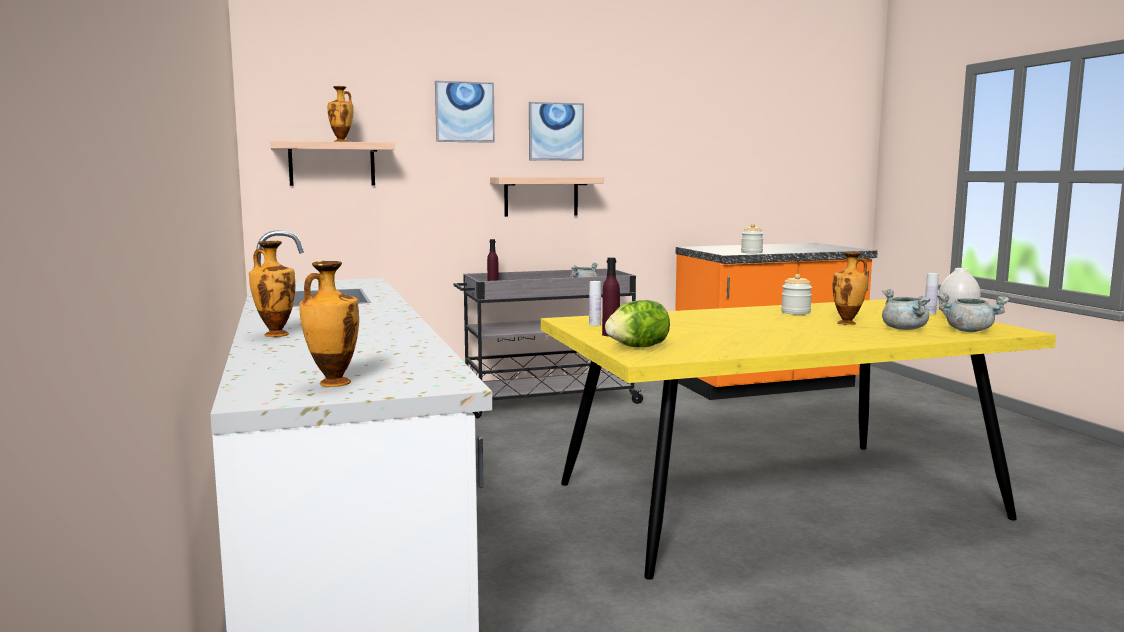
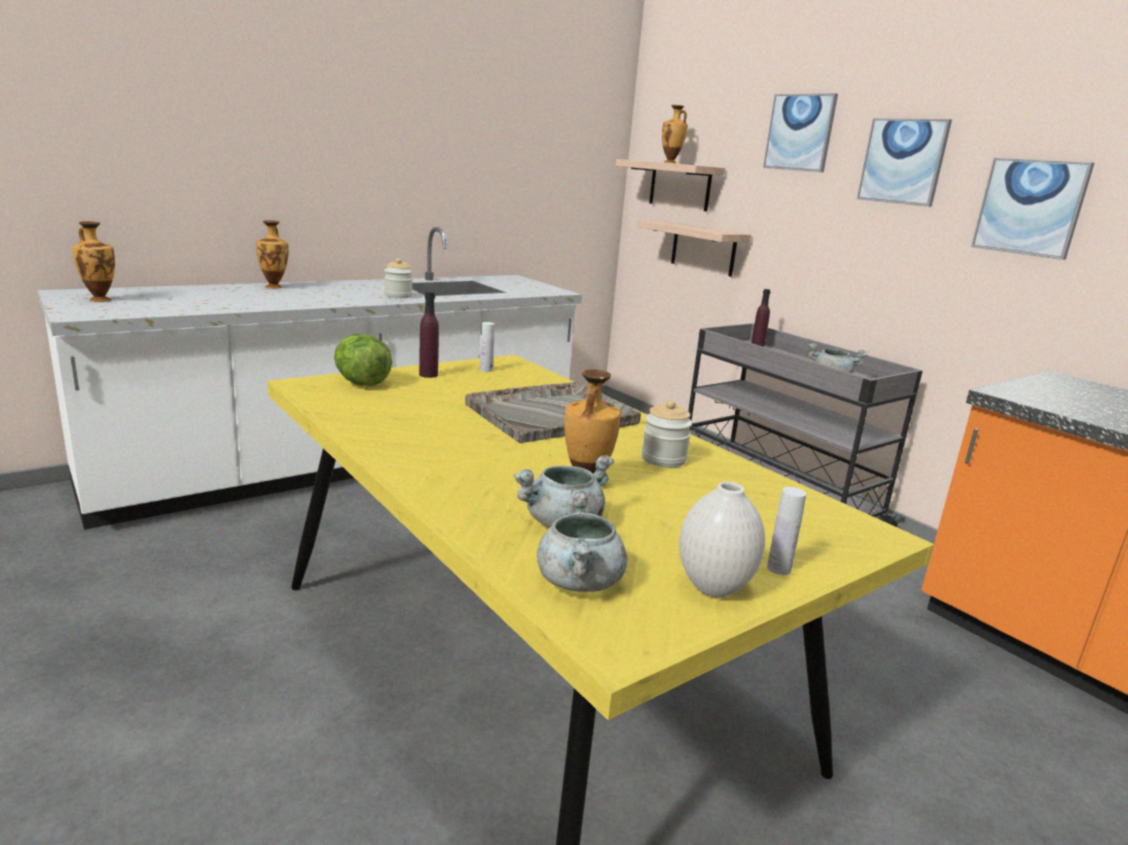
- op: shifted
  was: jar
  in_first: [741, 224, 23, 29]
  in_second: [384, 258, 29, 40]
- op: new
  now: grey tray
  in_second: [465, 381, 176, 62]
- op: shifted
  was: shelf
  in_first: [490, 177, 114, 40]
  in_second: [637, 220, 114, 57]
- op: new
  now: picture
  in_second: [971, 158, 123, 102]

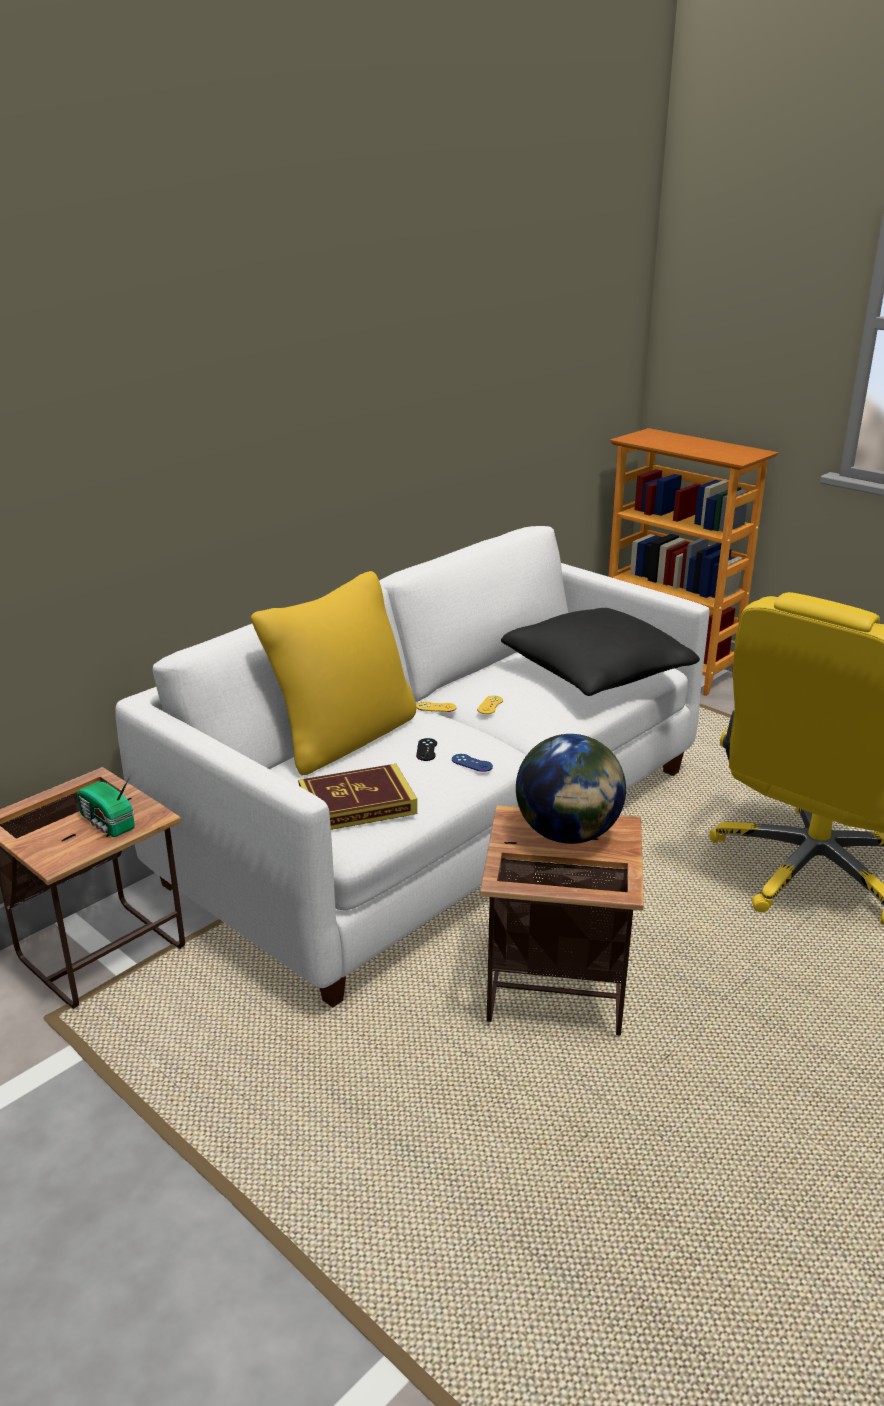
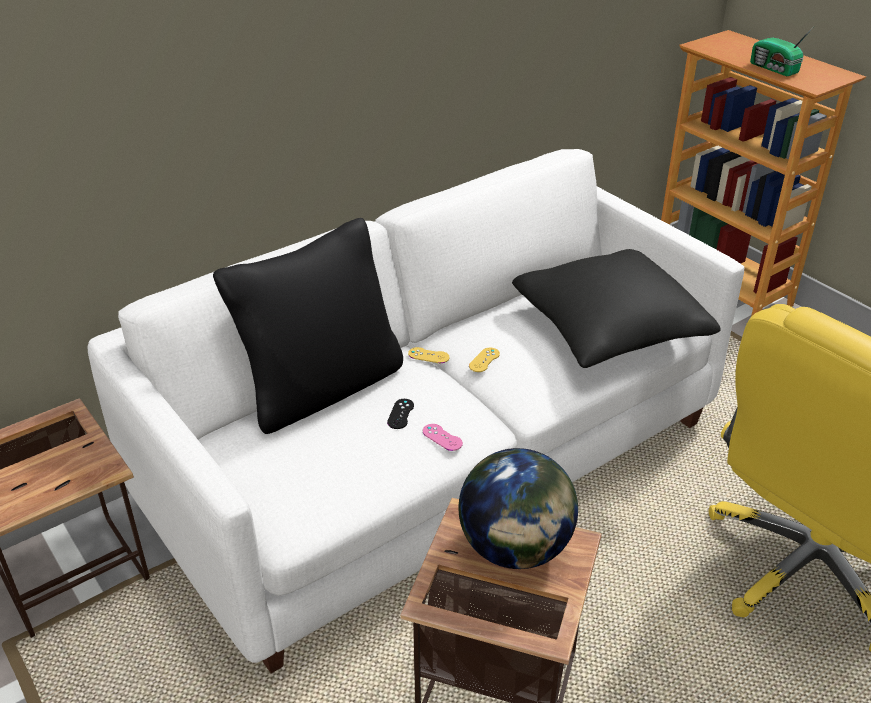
- op: repainted
  was: yellow pillow
  now: black pillow
  in_first: [251, 571, 165, 204]
  in_second: [213, 218, 190, 216]
- op: repainted
  was: blue game controller
  now: pink game controller
  in_first: [452, 754, 41, 18]
  in_second: [423, 424, 40, 27]
- op: shifted
  was: radio
  in_first: [77, 774, 58, 63]
  in_second: [750, 29, 62, 47]
- op: gone
  was: book
  in_first: [298, 764, 119, 66]

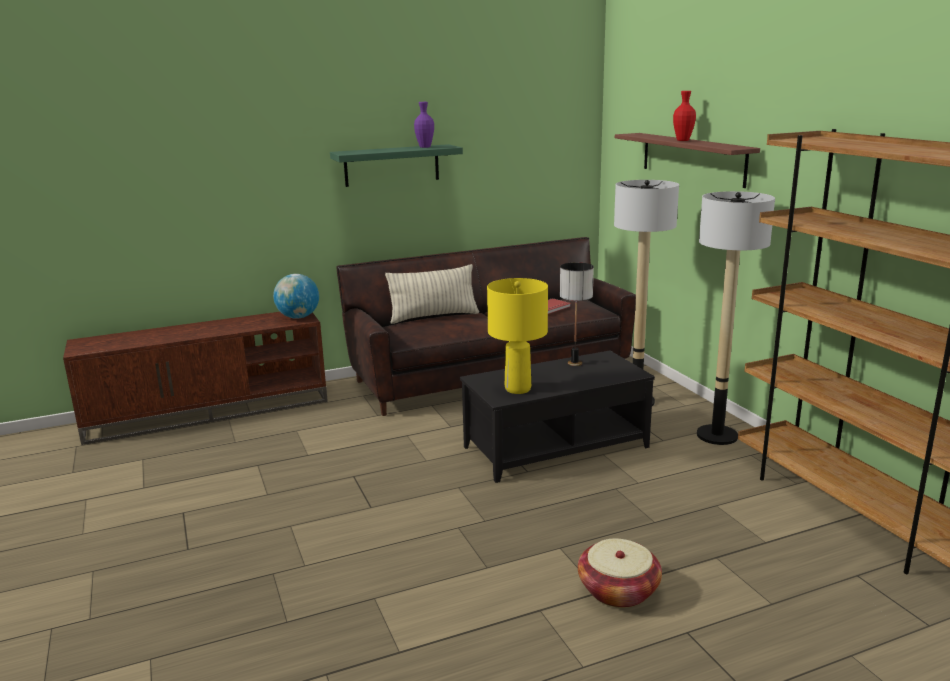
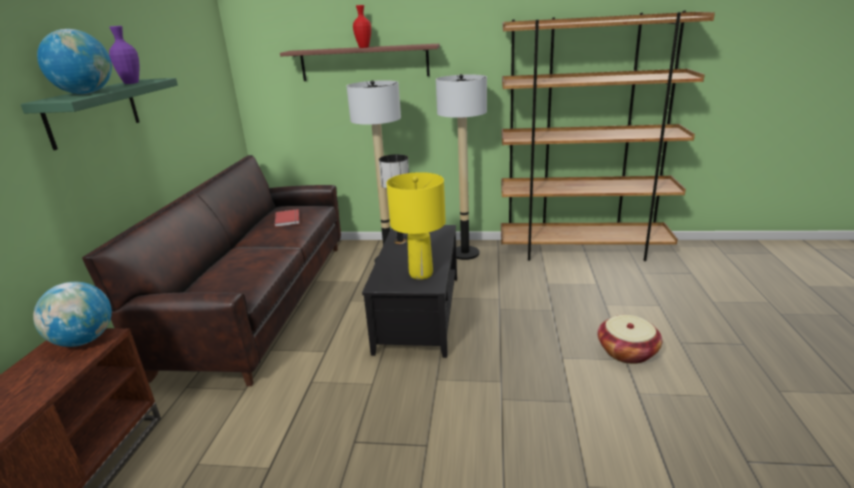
- op: new
  now: globe
  in_second: [37, 29, 75, 65]
- op: gone
  was: pillow
  in_first: [385, 264, 94, 60]

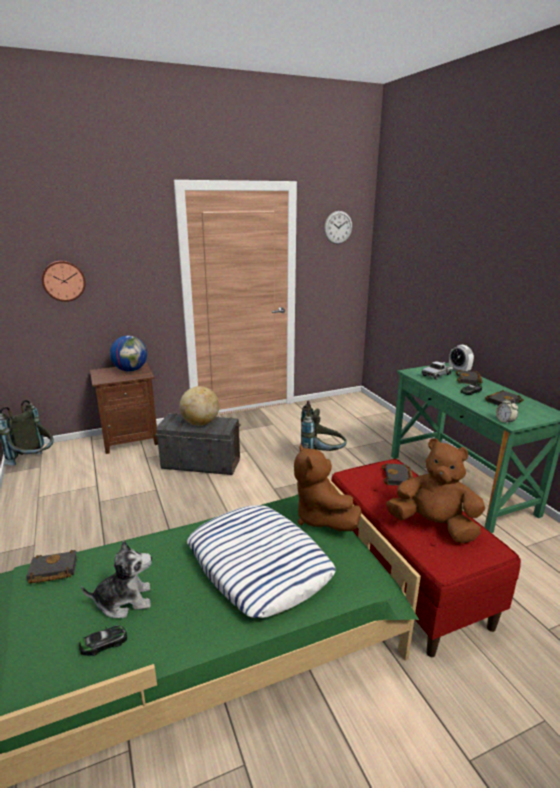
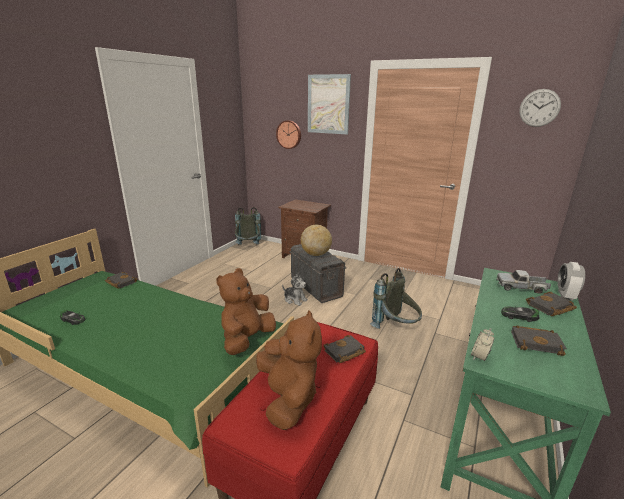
- op: shifted
  was: plush toy
  in_first: [81, 540, 71, 78]
  in_second: [282, 272, 26, 34]
- op: new
  now: picture
  in_second: [308, 74, 43, 60]
- op: gone
  was: globe
  in_first: [110, 336, 37, 36]
- op: gone
  was: pillow
  in_first: [187, 505, 149, 113]

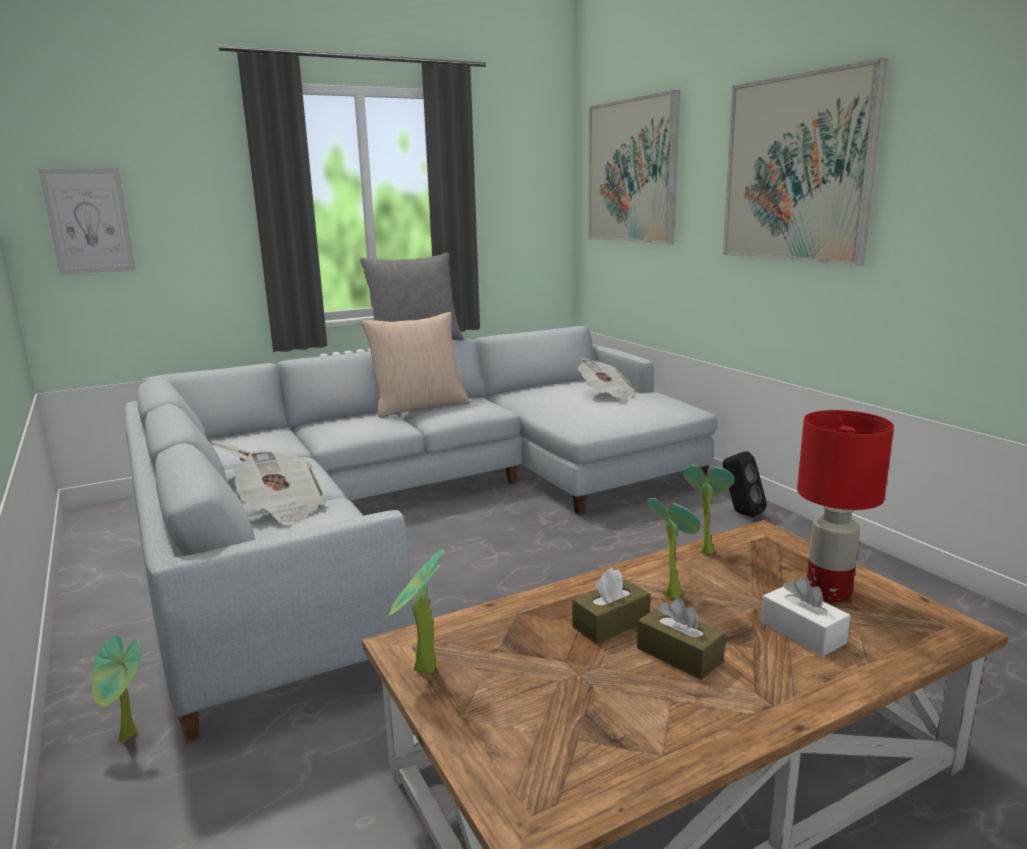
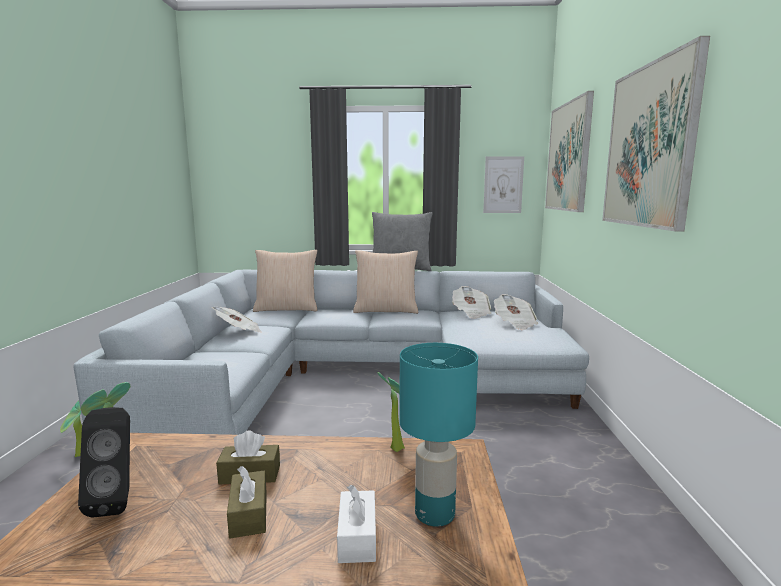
- op: shifted
  was: black speaker
  in_first: [723, 451, 44, 66]
  in_second: [78, 407, 52, 111]
- op: new
  now: beige pillow
  in_second: [253, 250, 64, 62]
- op: repainted
  was: red table lamp
  now: turquoise table lamp
  in_first: [797, 410, 97, 192]
  in_second: [399, 343, 79, 184]
- op: shifted
  was: newspaper
  in_first: [233, 450, 93, 75]
  in_second: [452, 286, 39, 33]
- op: shifted
  was: picture
  in_first: [39, 168, 97, 107]
  in_second: [483, 156, 41, 57]
- op: gone
  was: potted plant
  in_first: [647, 498, 54, 102]

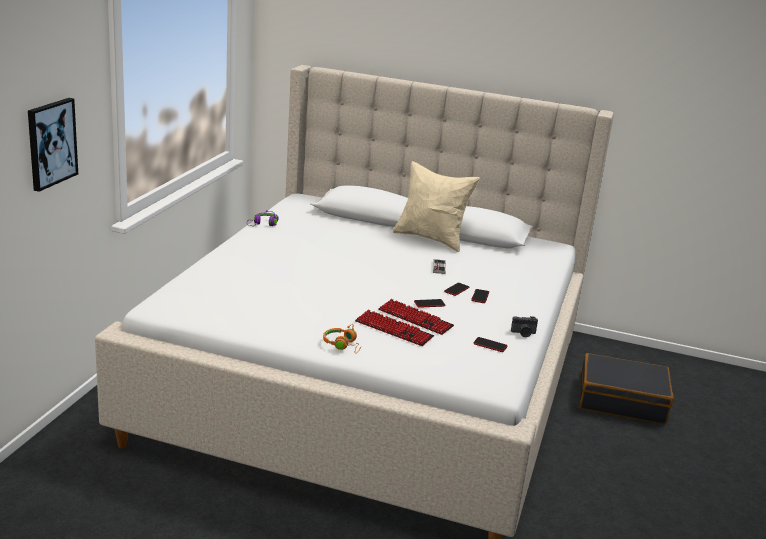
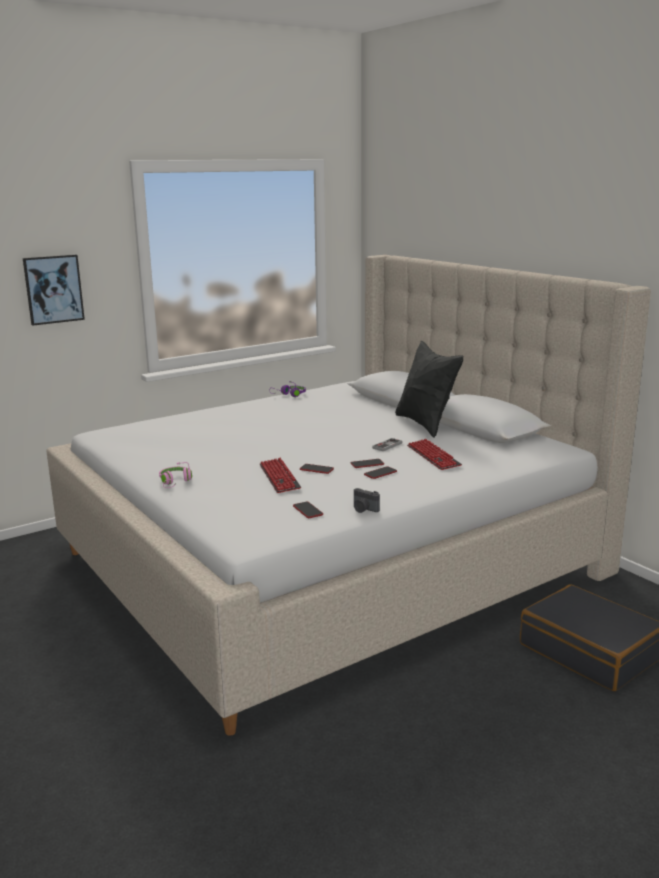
- op: repainted
  was: orange headphones
  now: pink headphones
  in_first: [323, 324, 38, 30]
  in_second: [159, 462, 33, 26]
- op: repainted
  was: beige pillow
  now: black pillow
  in_first: [393, 161, 87, 91]
  in_second: [395, 340, 68, 98]
- op: shifted
  was: keyboard
  in_first: [355, 310, 79, 36]
  in_second: [407, 439, 55, 31]

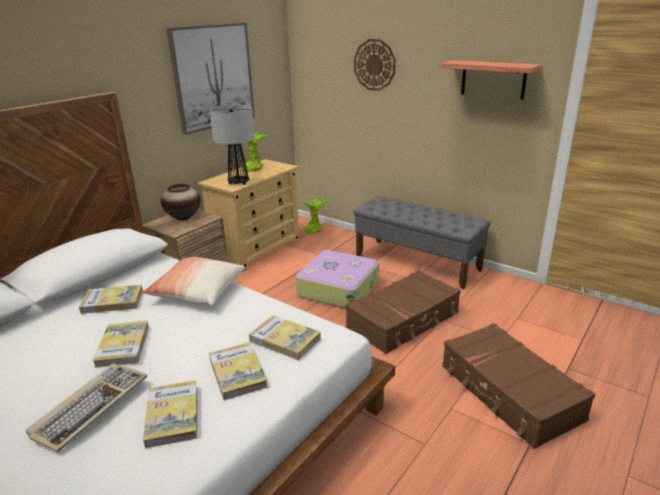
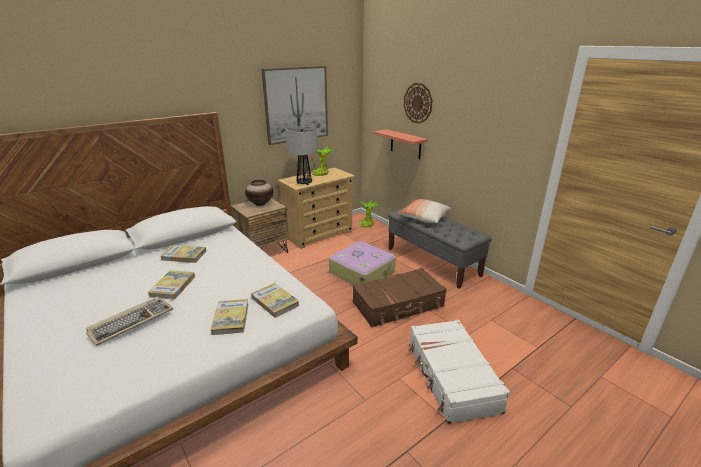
- op: shifted
  was: shelf
  in_first: [440, 60, 102, 40]
  in_second: [373, 129, 55, 30]
- op: shifted
  was: pillow
  in_first: [142, 257, 103, 48]
  in_second: [397, 199, 54, 24]
- op: repainted
  was: brown suitcase
  now: white suitcase
  in_first: [442, 323, 153, 126]
  in_second: [409, 320, 101, 104]
- op: gone
  was: book
  in_first: [143, 380, 54, 68]

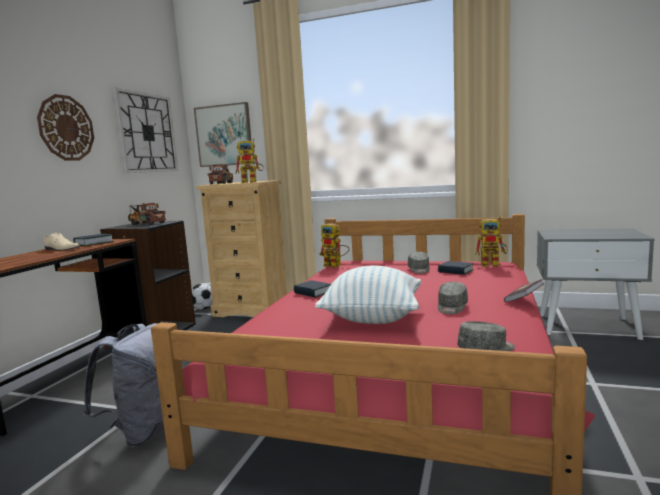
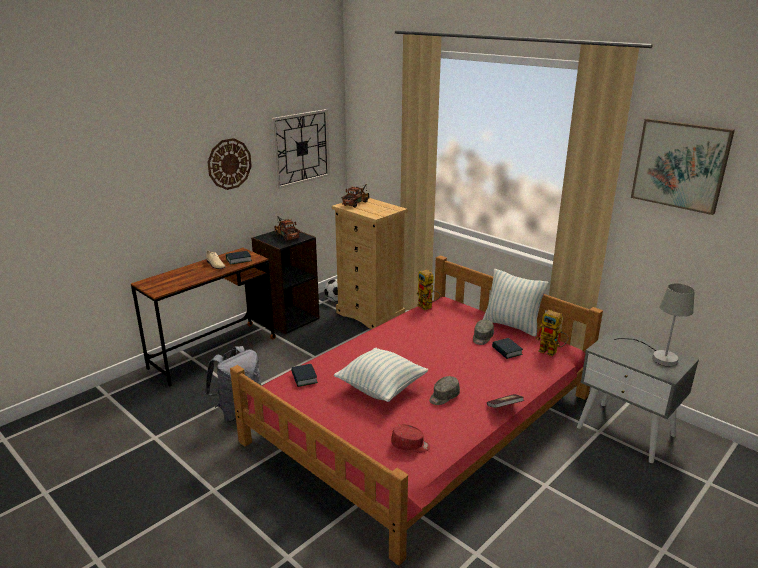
- op: shifted
  was: book
  in_first: [294, 280, 37, 18]
  in_second: [291, 364, 27, 23]
- op: repainted
  was: grey cap
  now: red cap
  in_first: [458, 321, 57, 30]
  in_second: [391, 424, 40, 29]
- op: new
  now: pillow
  in_second: [483, 269, 65, 68]
- op: new
  now: grey table lamp
  in_second: [614, 283, 81, 84]
- op: shifted
  was: picture
  in_first: [194, 102, 59, 65]
  in_second: [631, 118, 104, 97]
- op: gone
  was: toy robot
  in_first: [235, 139, 29, 44]

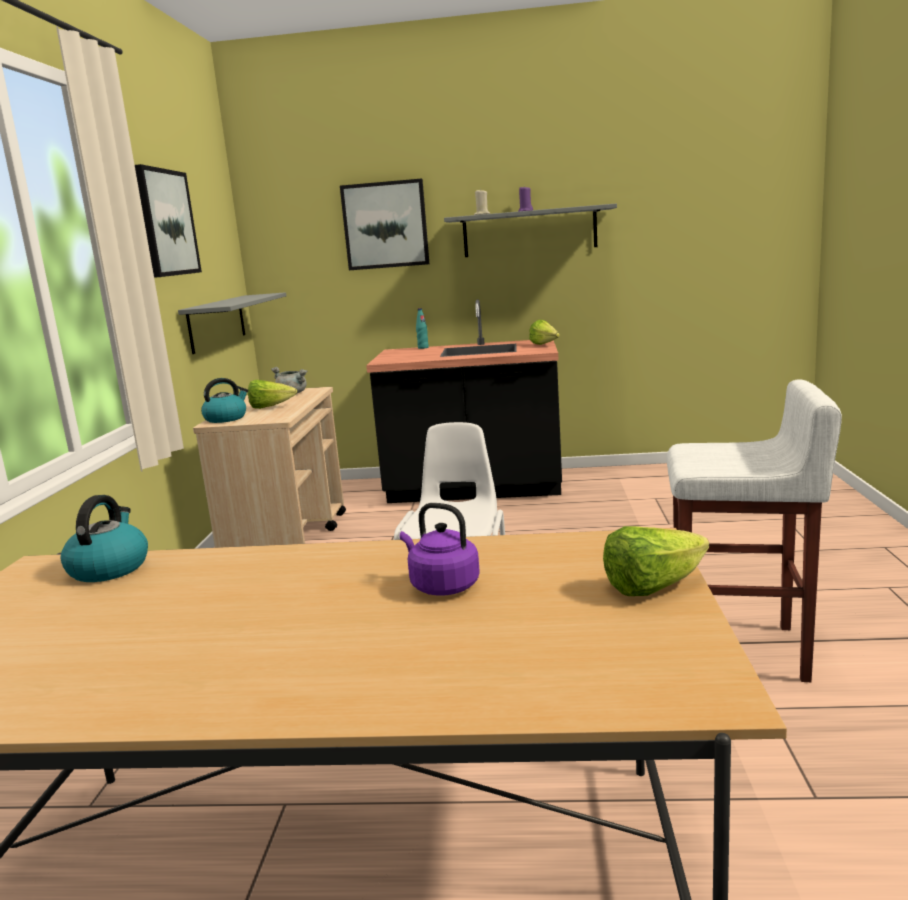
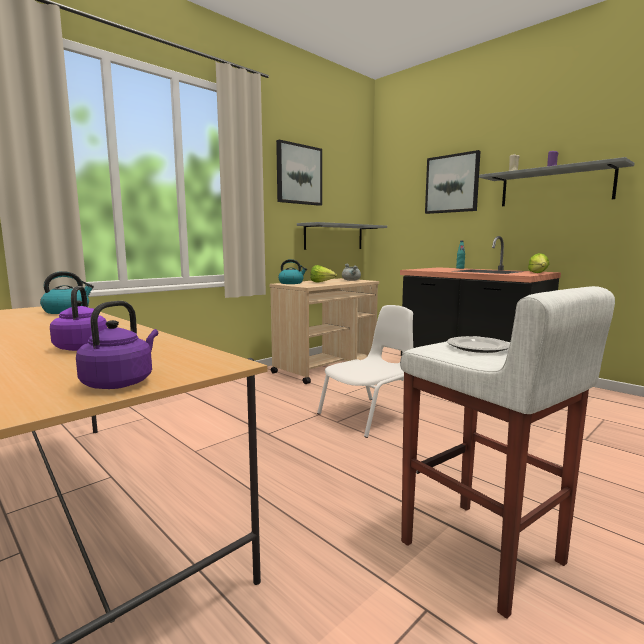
- op: swapped
  was: lettuce
  now: purple kettle
  in_first: [603, 526, 106, 70]
  in_second: [76, 301, 82, 88]
- op: new
  now: plate
  in_second: [447, 336, 63, 17]

